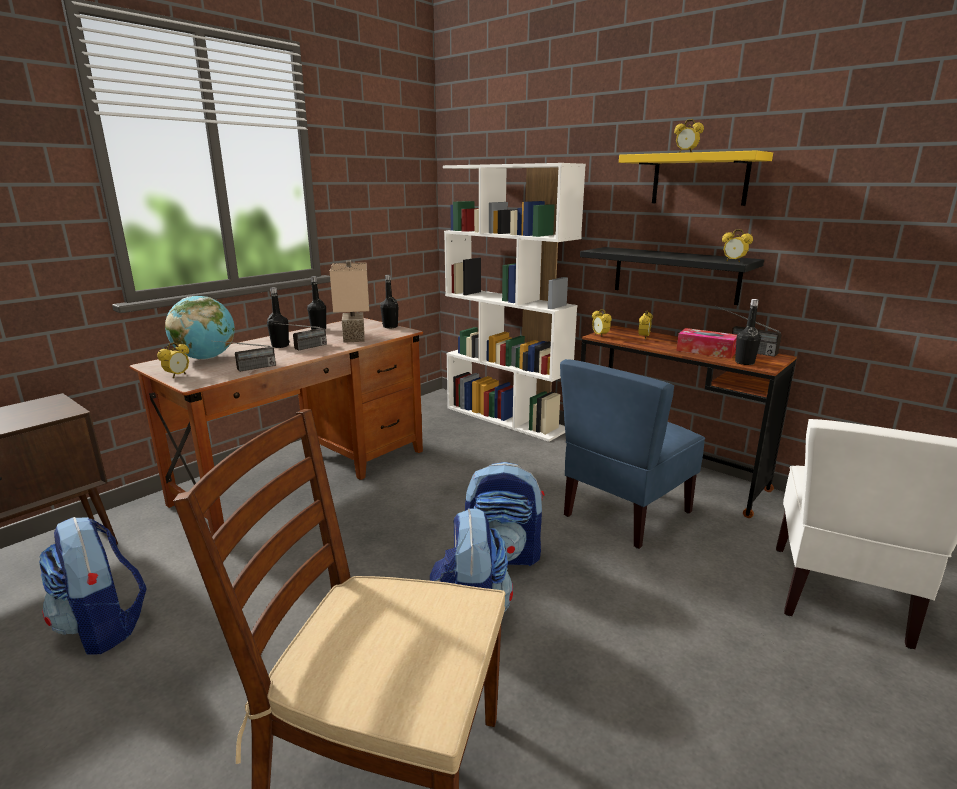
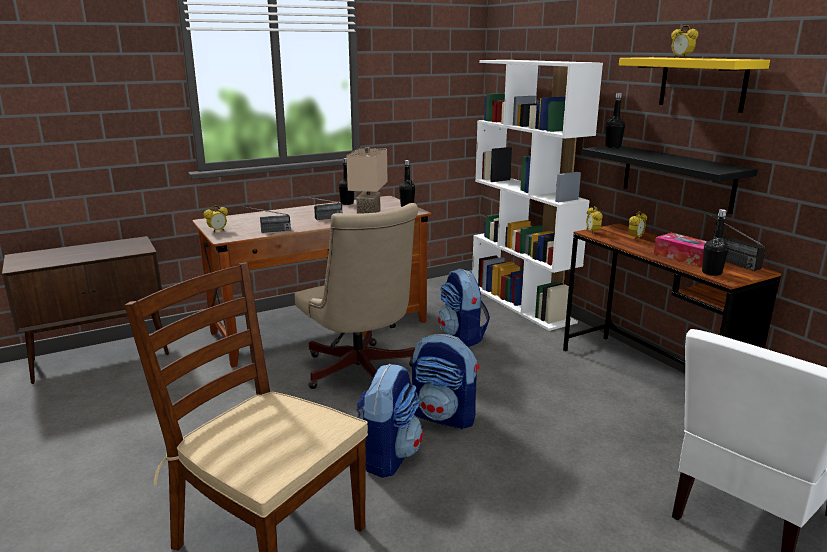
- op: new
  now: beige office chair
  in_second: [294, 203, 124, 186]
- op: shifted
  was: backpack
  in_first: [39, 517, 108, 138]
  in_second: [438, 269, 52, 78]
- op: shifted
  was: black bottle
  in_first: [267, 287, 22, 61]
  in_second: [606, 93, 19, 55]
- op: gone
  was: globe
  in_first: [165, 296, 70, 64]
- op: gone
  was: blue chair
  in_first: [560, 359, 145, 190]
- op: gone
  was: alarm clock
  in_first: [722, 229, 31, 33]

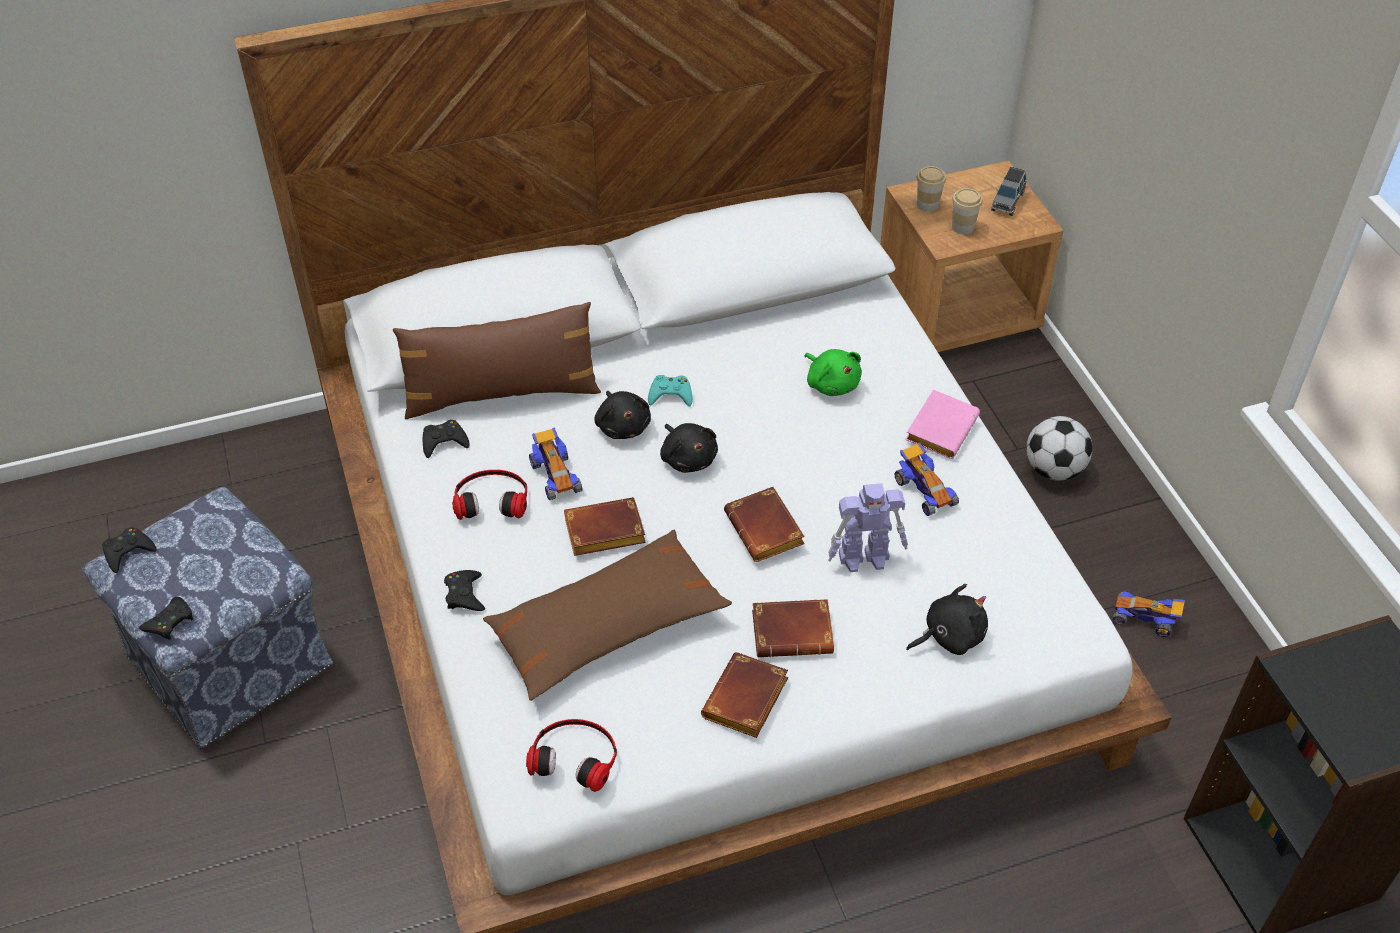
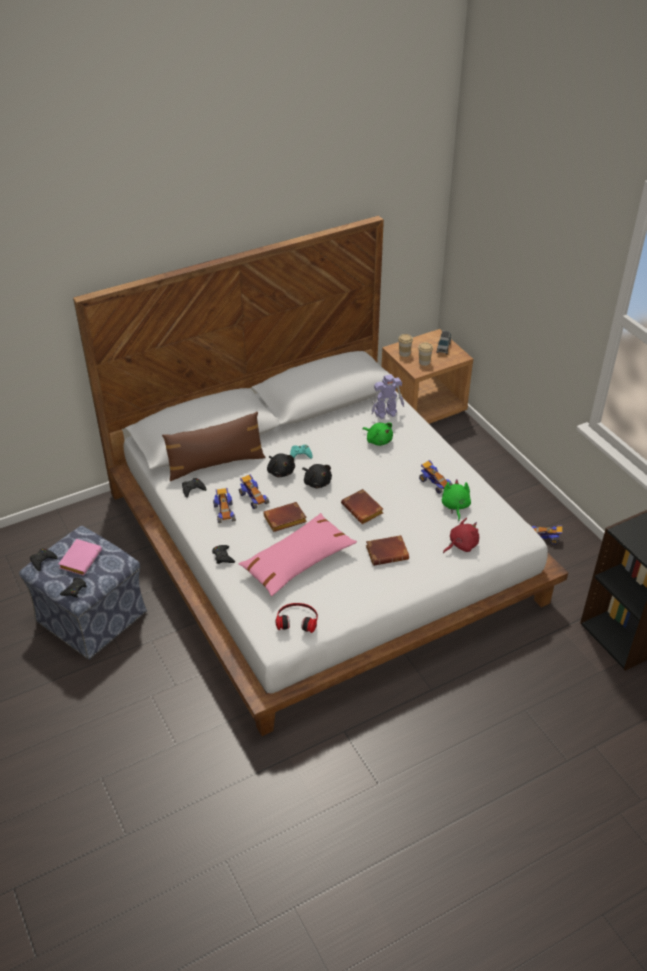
- op: shifted
  was: pink book
  in_first: [905, 390, 75, 69]
  in_second: [59, 539, 43, 36]
- op: swapped
  was: headphones
  now: toy car
  in_first: [452, 470, 75, 50]
  in_second: [213, 488, 23, 35]
- op: repainted
  was: brown pillow
  now: pink pillow
  in_first: [483, 530, 249, 171]
  in_second: [238, 513, 119, 83]
- op: shifted
  was: toy robot
  in_first: [828, 483, 80, 89]
  in_second: [371, 374, 33, 45]
- op: new
  now: green plush toy
  in_second: [442, 479, 29, 42]
- op: repainted
  was: black plush toy
  now: red plush toy
  in_first: [906, 584, 82, 71]
  in_second: [443, 518, 36, 35]
- op: gone
  was: brown book
  in_first: [701, 652, 87, 86]
- op: gone
  was: football
  in_first: [1027, 416, 65, 65]

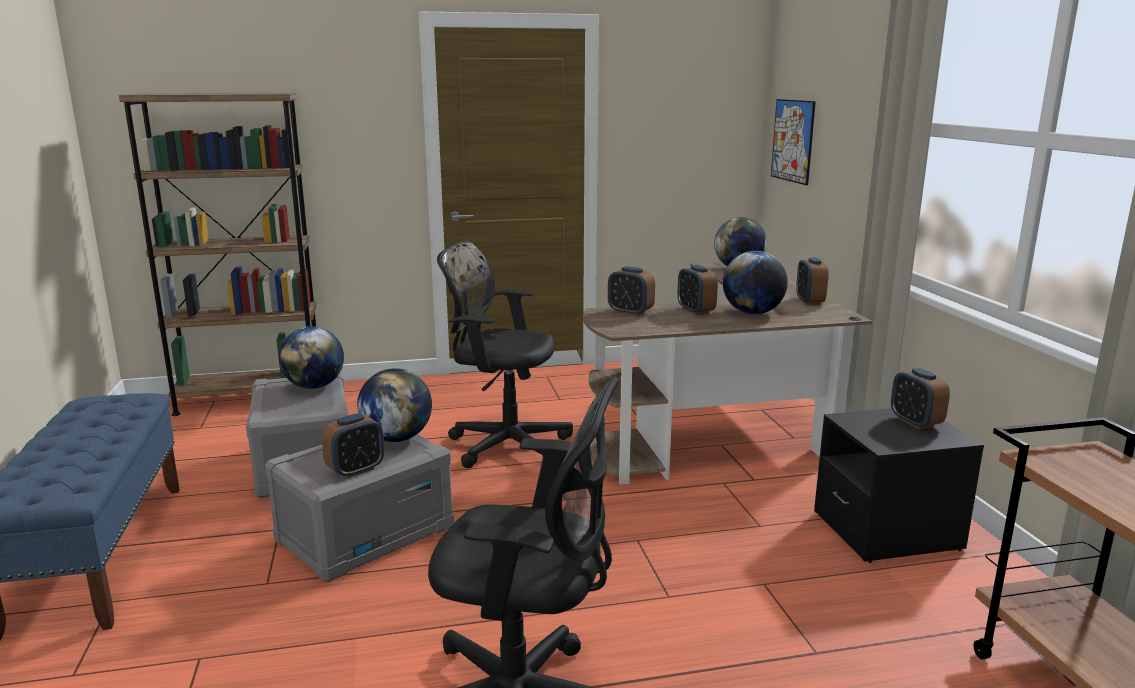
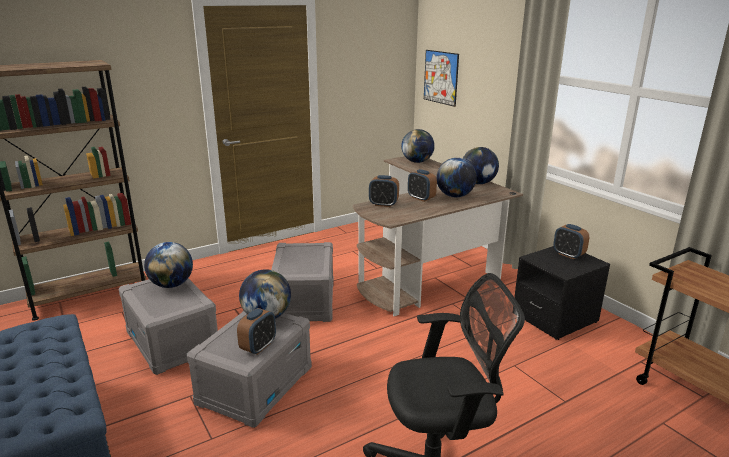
- op: swapped
  was: black office chair
  now: grey storage box
  in_first: [437, 241, 136, 227]
  in_second: [271, 242, 63, 80]
- op: swapped
  was: alarm clock
  now: globe
  in_first: [796, 257, 33, 48]
  in_second: [463, 147, 36, 37]

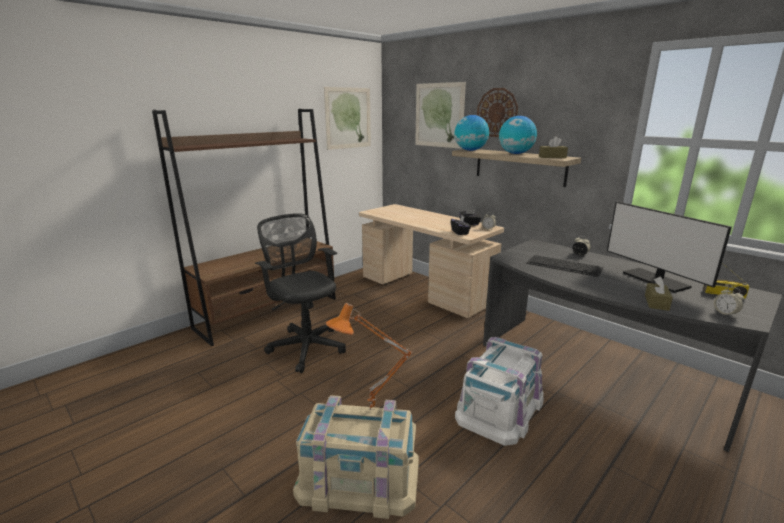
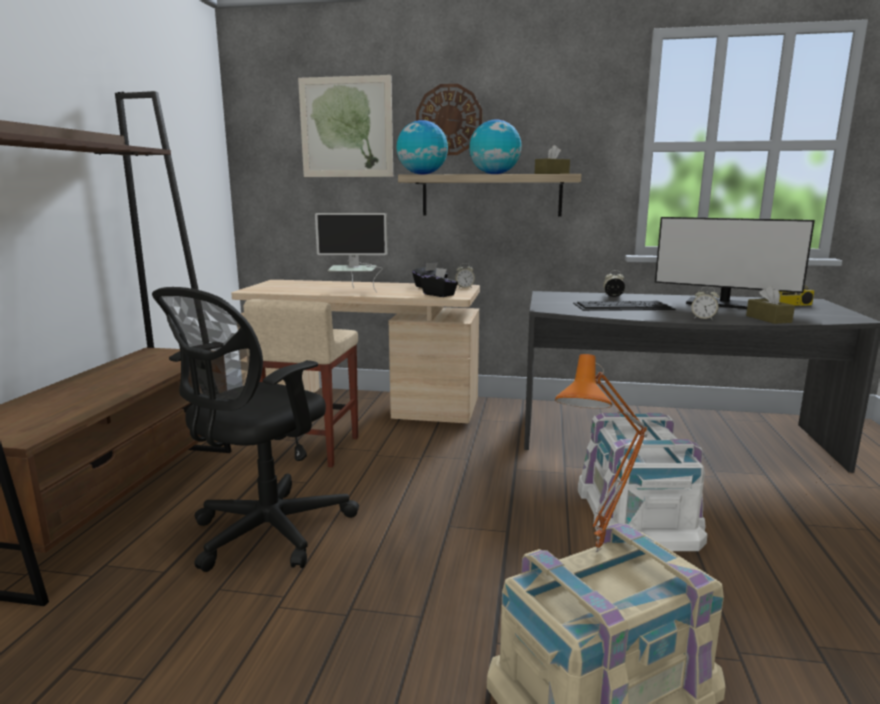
- op: rotated
  was: black office chair
  in_first: [255, 213, 91, 160]
  in_second: [152, 287, 207, 285]
  clockwise: -75
- op: new
  now: beige stool
  in_second: [244, 299, 114, 168]
- op: new
  now: monitor
  in_second: [315, 213, 73, 80]
- op: shifted
  was: alarm clock
  in_first: [714, 287, 30, 30]
  in_second: [691, 287, 28, 33]
- op: gone
  was: picture
  in_first: [324, 87, 47, 63]

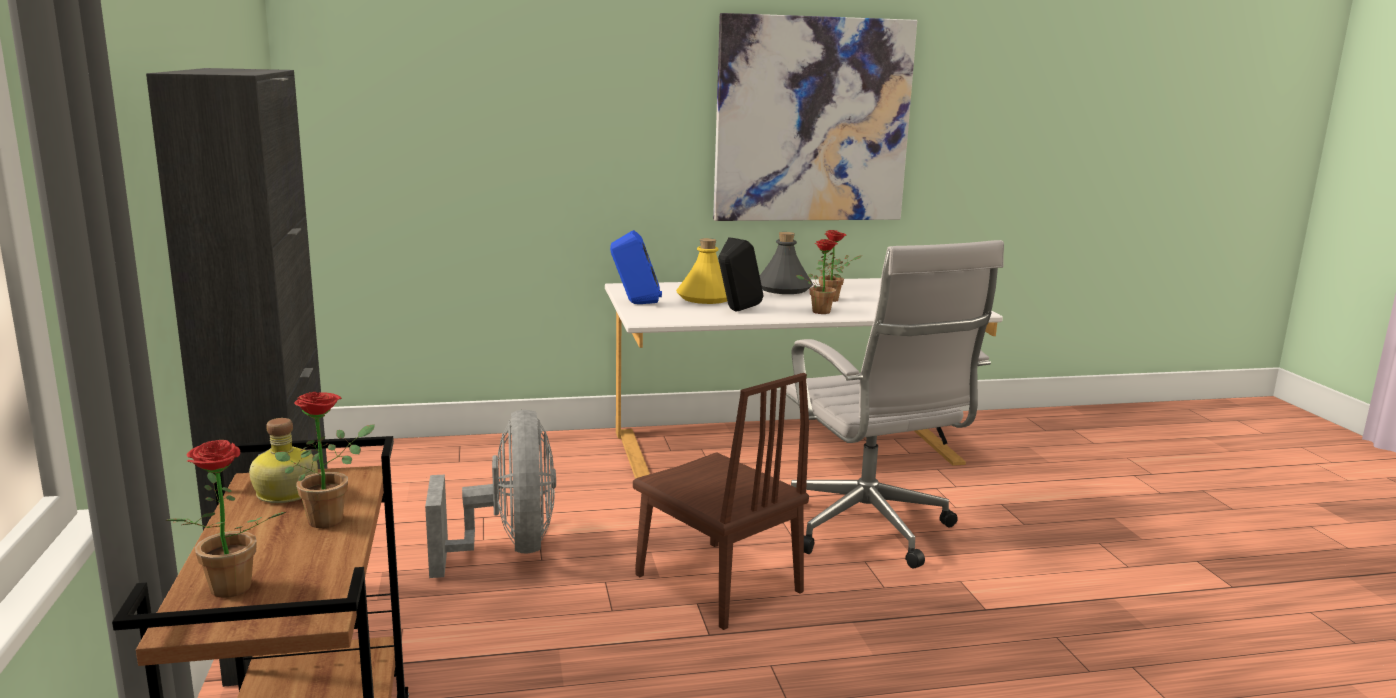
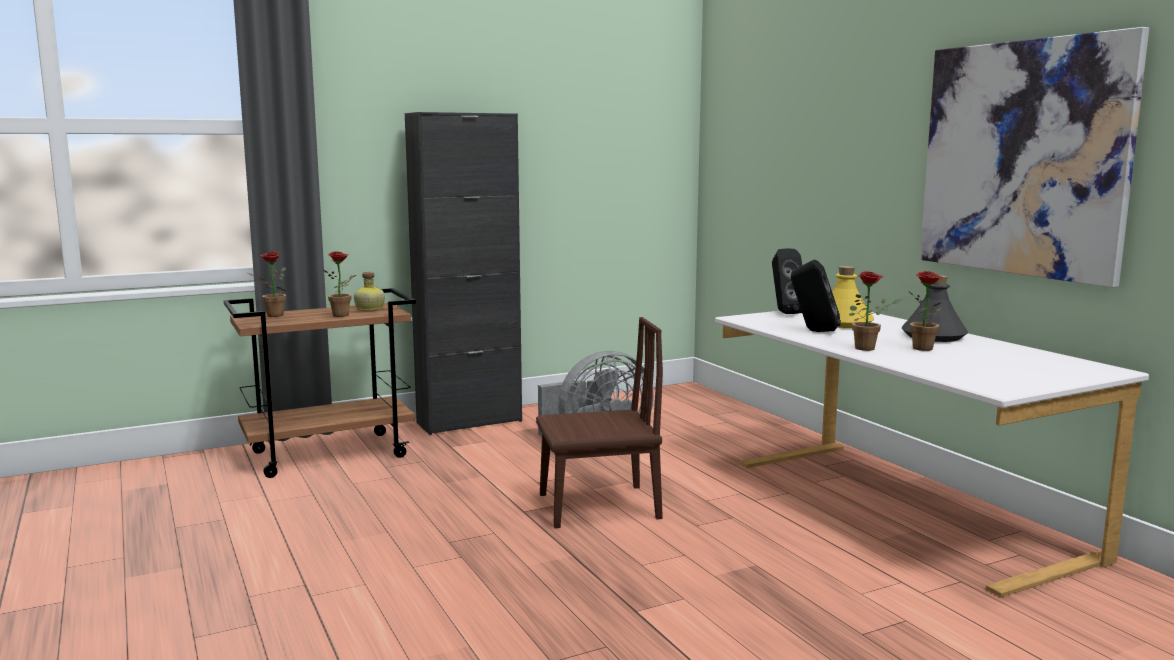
- op: rotated
  was: brown chair
  in_first: [633, 373, 176, 257]
  in_second: [536, 317, 127, 211]
  clockwise: -135
- op: repainted
  was: blue speaker
  now: black speaker
  in_first: [610, 230, 52, 74]
  in_second: [772, 249, 30, 65]
- op: gone
  was: white office chair
  in_first: [786, 240, 218, 329]

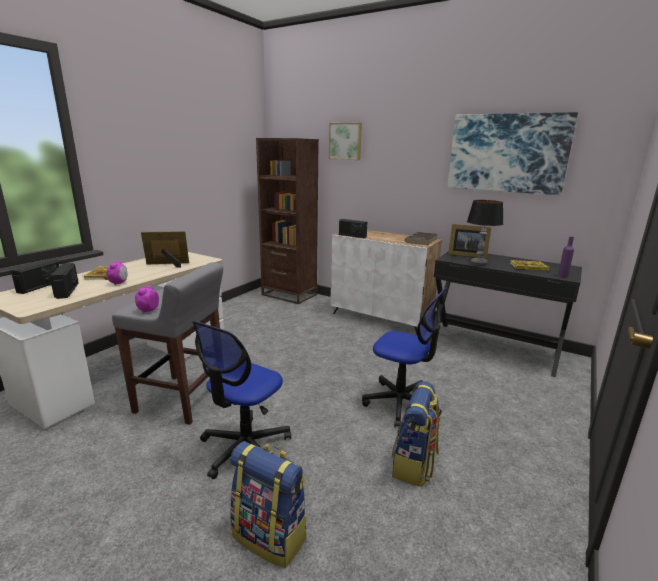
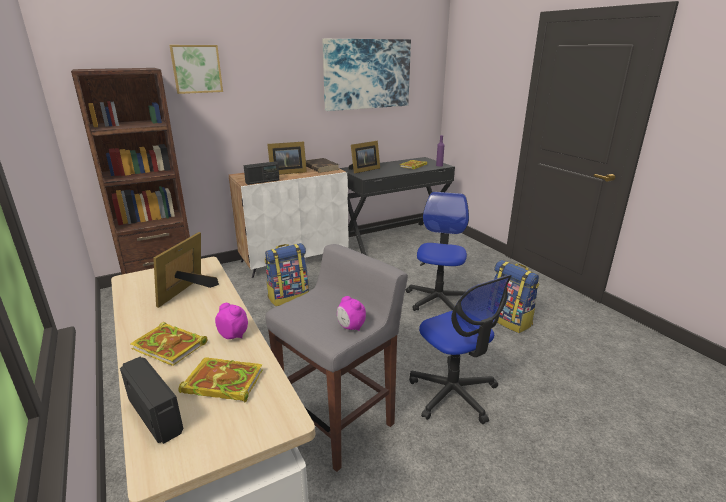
- op: swapped
  was: radio
  now: book
  in_first: [50, 263, 29, 36]
  in_second: [178, 357, 85, 45]
- op: shifted
  was: backpack
  in_first: [230, 441, 77, 127]
  in_second: [265, 243, 44, 63]
- op: new
  now: picture frame
  in_second: [267, 142, 40, 33]
- op: rotated
  was: office chair
  in_first: [362, 287, 85, 141]
  in_second: [406, 192, 63, 119]
  clockwise: -45
- op: gone
  was: table lamp
  in_first: [467, 200, 36, 65]

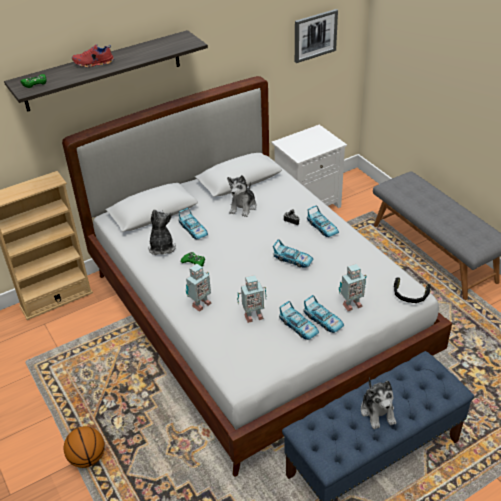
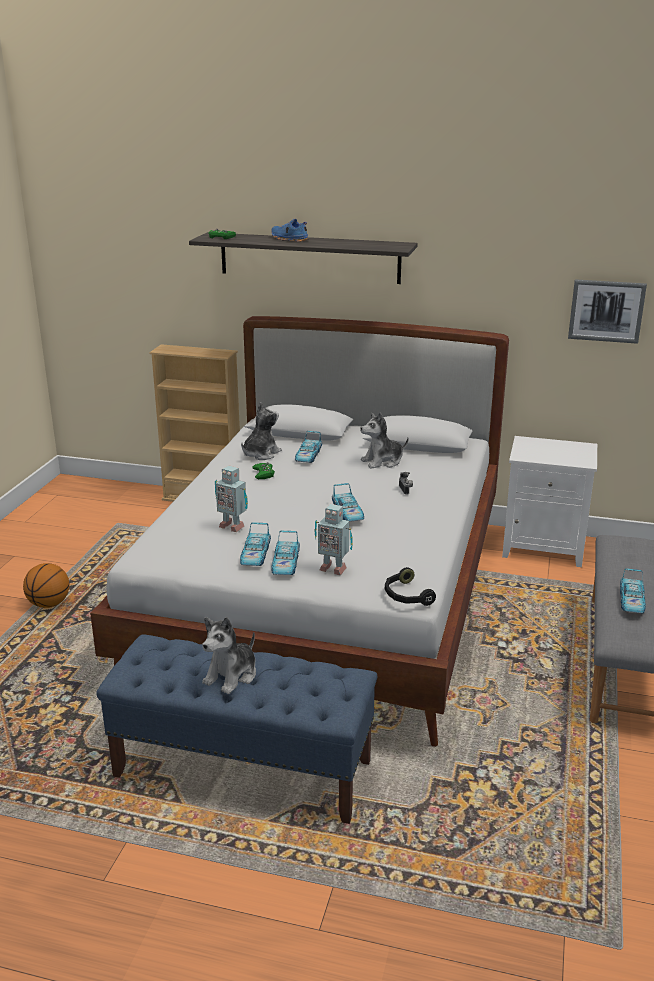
- op: repainted
  was: red shoe
  now: blue shoe
  in_first: [72, 44, 42, 23]
  in_second: [271, 219, 38, 23]
- op: shifted
  was: toy car
  in_first: [307, 205, 32, 32]
  in_second: [620, 568, 26, 45]
- op: gone
  was: toy robot
  in_first: [186, 264, 25, 48]

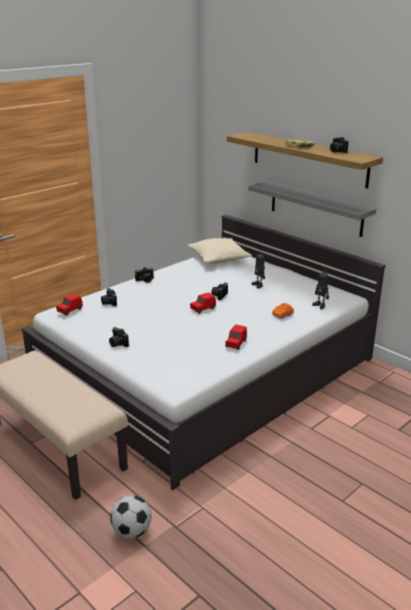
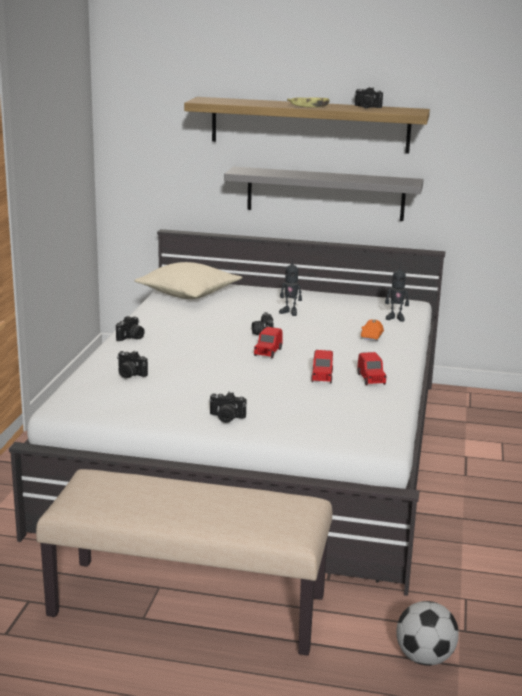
- op: shifted
  was: red toy car
  in_first: [56, 293, 27, 23]
  in_second: [311, 350, 22, 33]

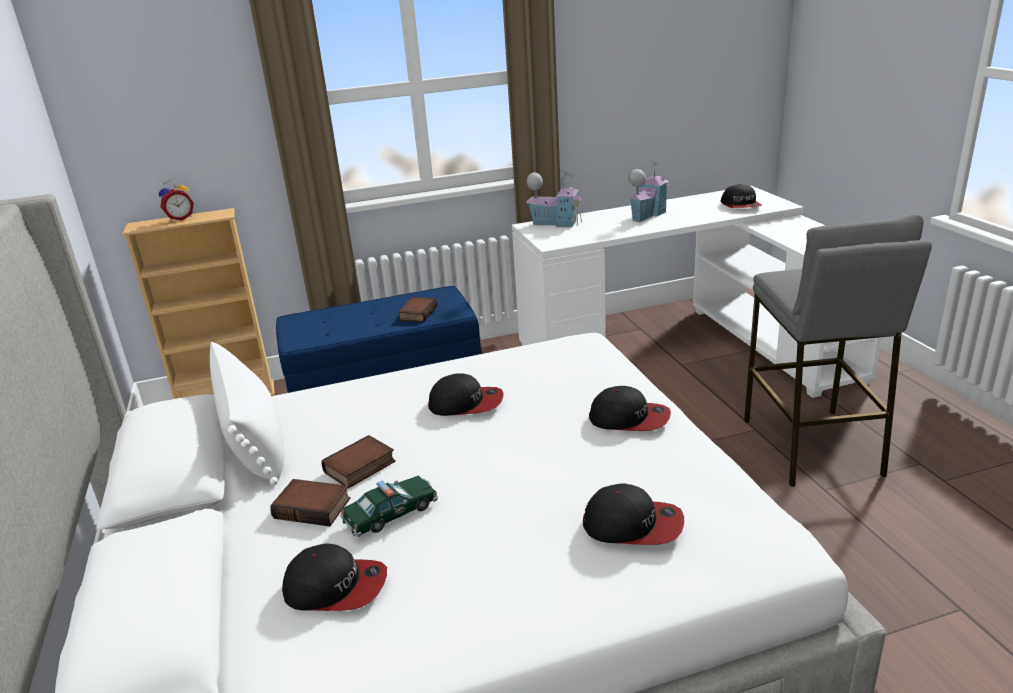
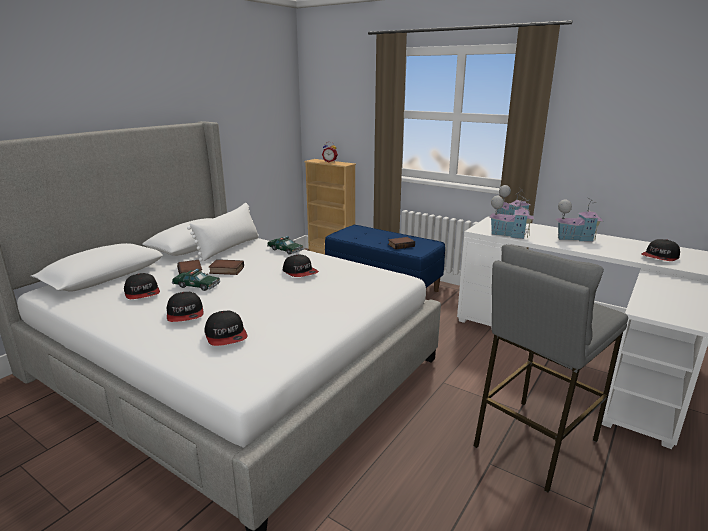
- op: shifted
  was: cap
  in_first: [589, 386, 82, 45]
  in_second: [167, 292, 36, 30]
- op: new
  now: toy car
  in_second: [267, 236, 37, 19]
- op: new
  now: toy house
  in_second: [489, 195, 45, 44]

